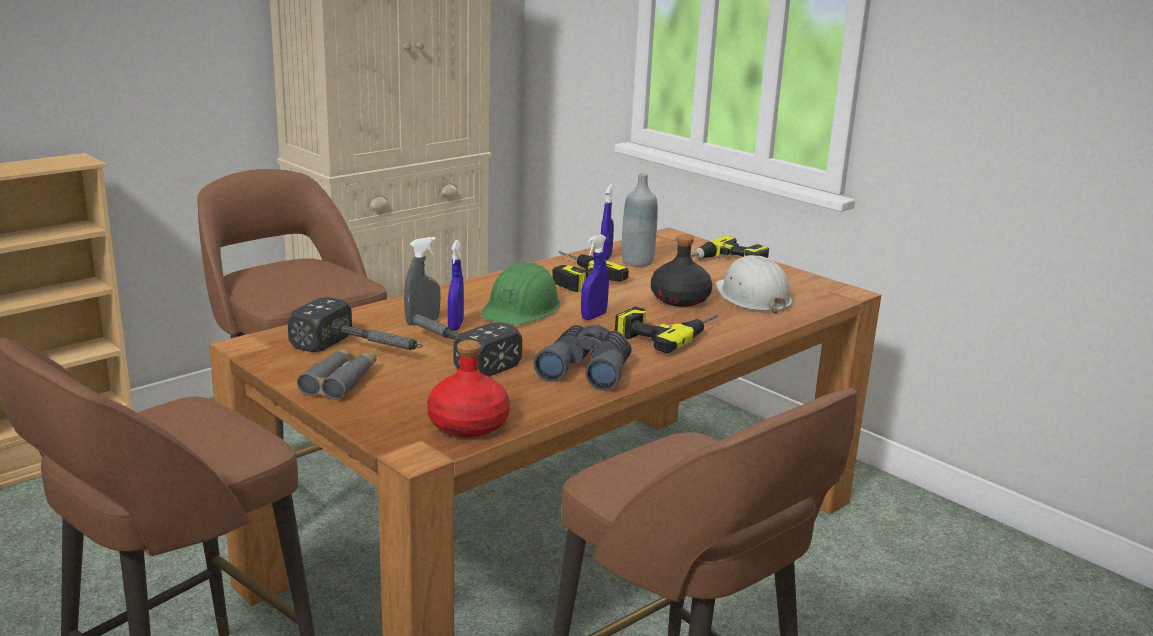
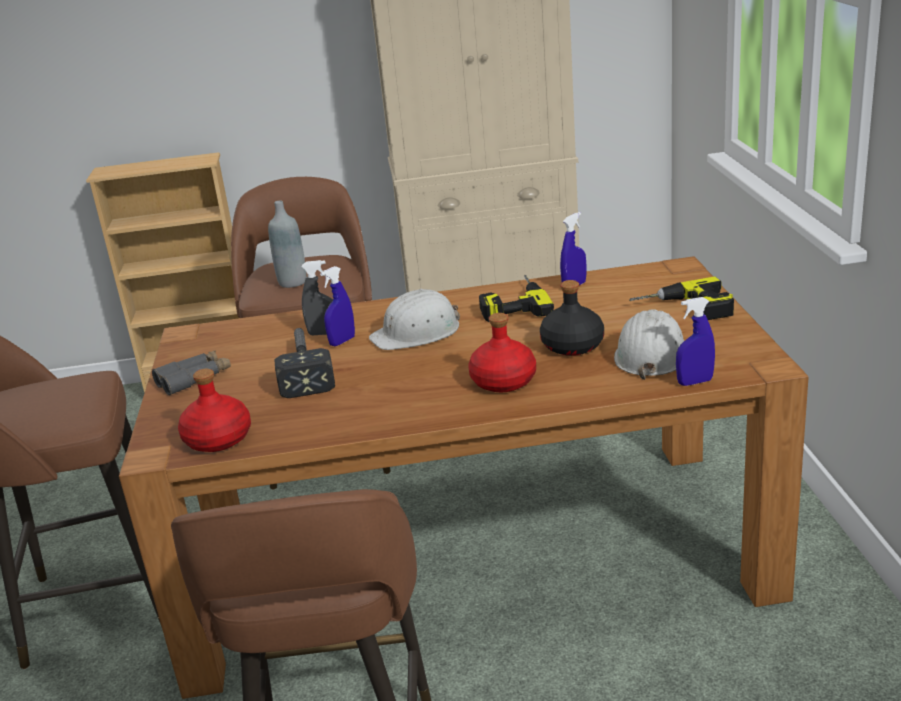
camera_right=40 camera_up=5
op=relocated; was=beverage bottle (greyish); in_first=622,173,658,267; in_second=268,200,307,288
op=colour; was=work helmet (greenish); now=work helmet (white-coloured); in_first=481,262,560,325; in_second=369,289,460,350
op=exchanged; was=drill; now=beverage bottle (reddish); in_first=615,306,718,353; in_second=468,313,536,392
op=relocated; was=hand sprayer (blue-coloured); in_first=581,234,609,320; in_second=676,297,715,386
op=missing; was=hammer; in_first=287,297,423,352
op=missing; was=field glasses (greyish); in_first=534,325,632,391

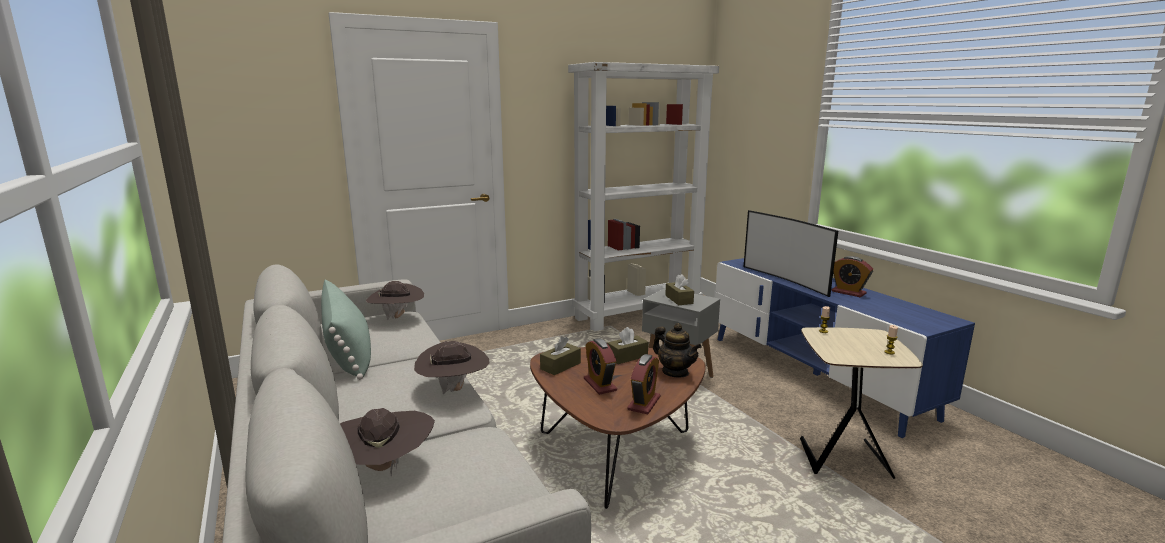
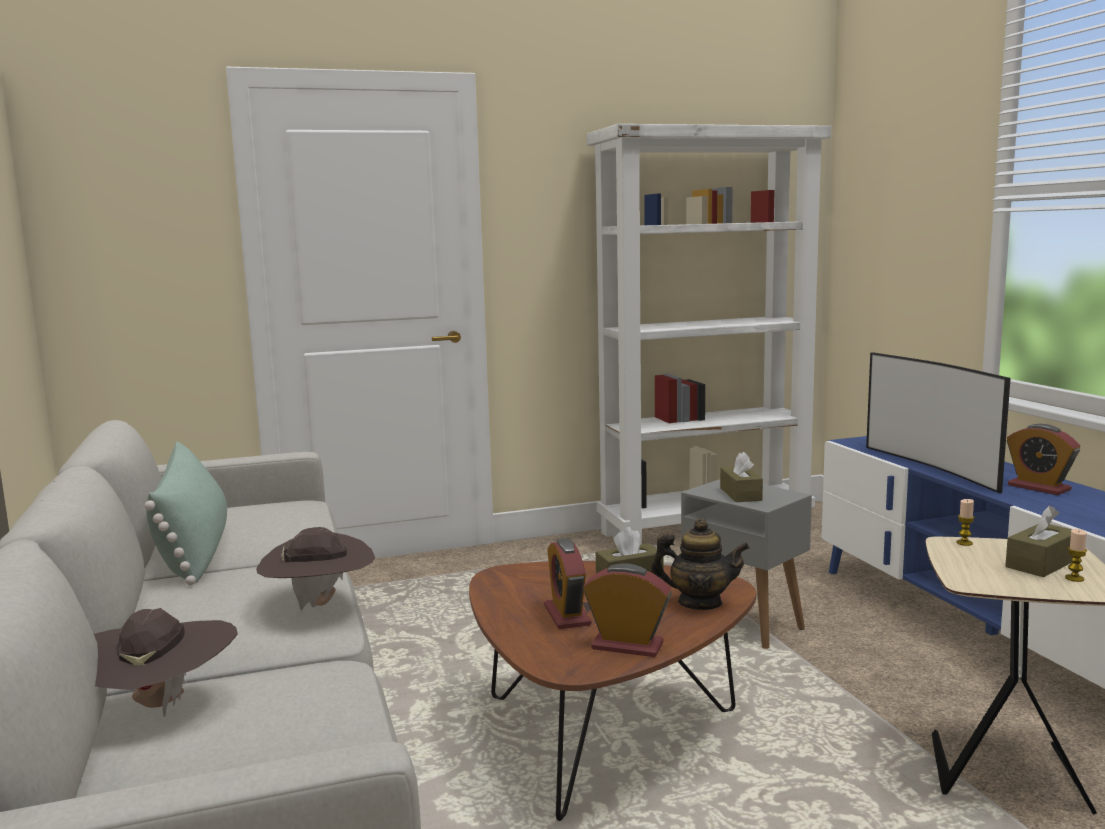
camera_right=10 camera_up=-5
op=spun; was=bedside clock; in_first=627,354,660,414; in_second=583,563,672,657; clockwise=-105
op=spun; was=pot for tea; in_first=653,323,702,377; in_second=650,518,750,610; clockwise=-45
op=relocated; was=tissue box (brown); in_first=540,336,581,375; in_second=1005,506,1073,577
op=missing; was=wearable hat (brown); in_first=366,281,424,320

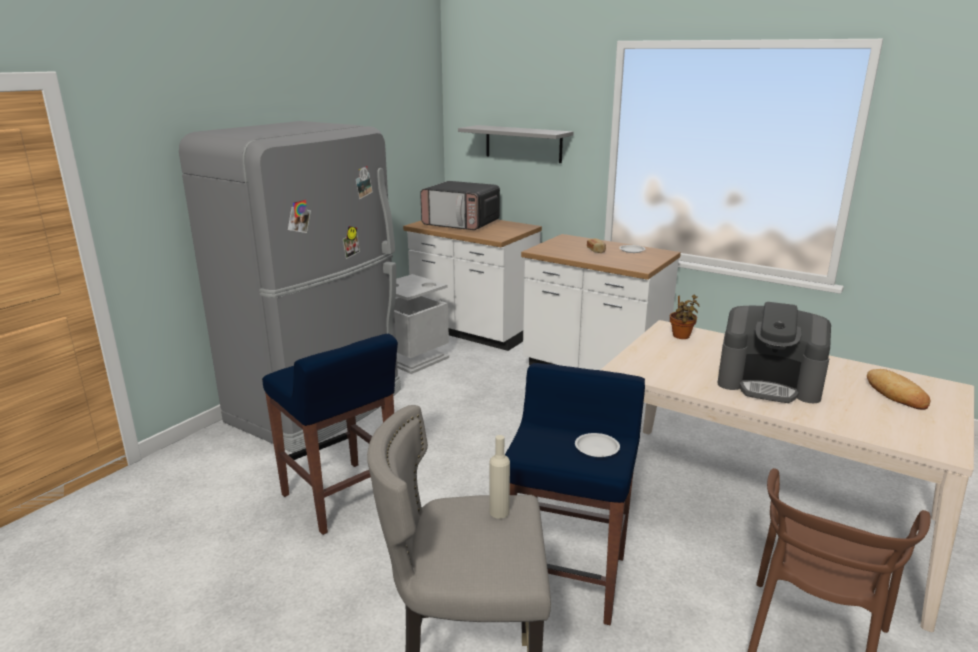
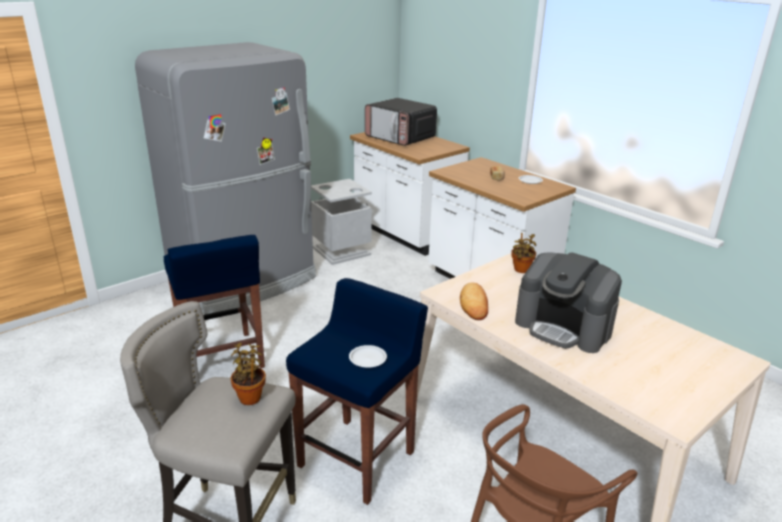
camera_right=15 camera_up=5
op=exchanged; was=beverage bottle (beige); now=houseplant; in_first=490,435,510,519; in_second=230,343,266,405
op=relocated; was=bakery bread; in_first=867,369,930,410; in_second=460,282,488,320
op=missing; was=bracket shelf (greyish); in_first=458,125,574,163

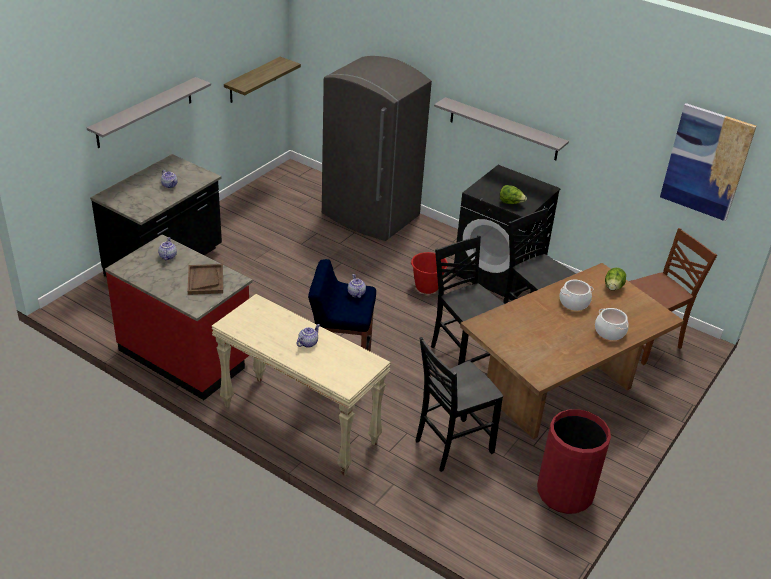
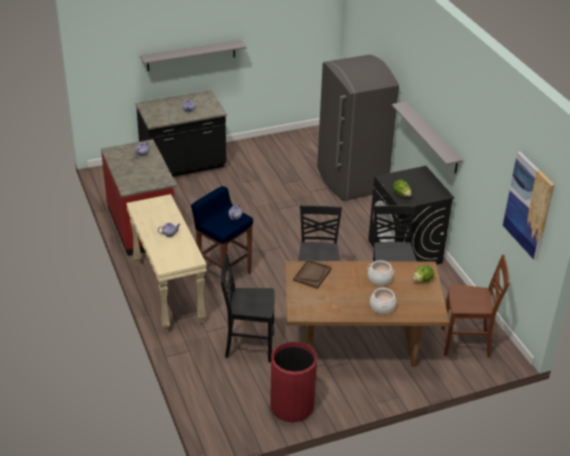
camera_right=35 camera_up=0
op=relocated; was=serving tray (brown); in_first=188,264,223,295; in_second=293,259,332,289
op=missing; was=bracket shelf; in_first=224,57,301,103
op=missing; was=pail (reddish); in_first=410,252,448,294

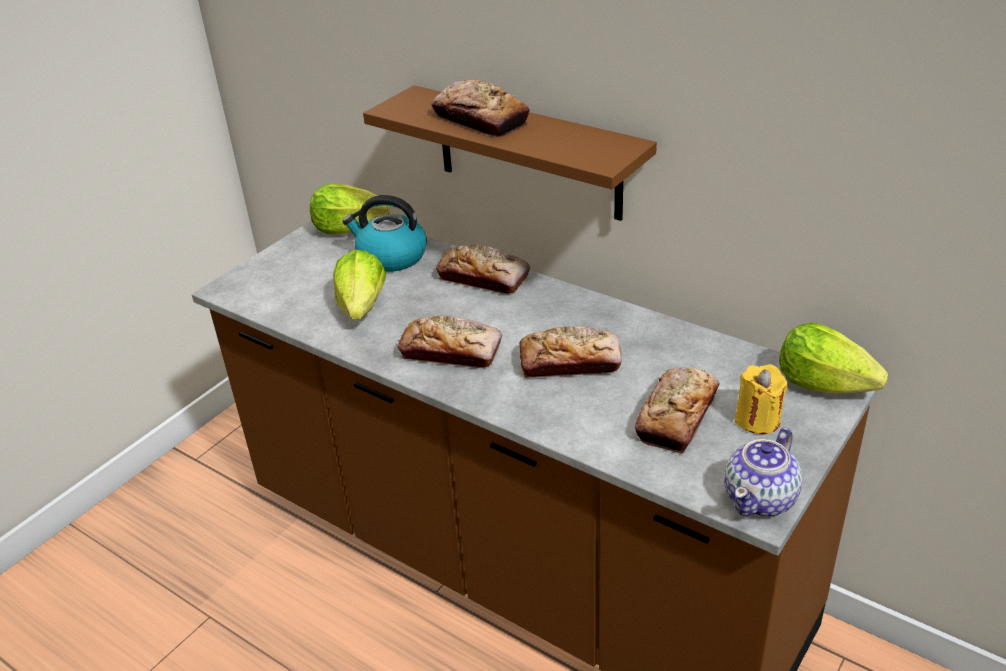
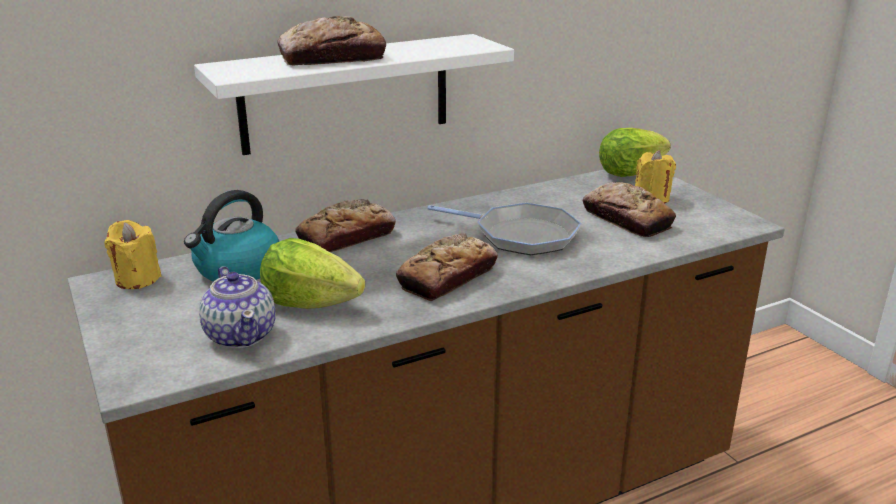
camera_right=-65 camera_up=-10
op=exchanged; was=head of lettuce; now=wax candle (yellow-coloured); in_first=310,184,390,234; in_second=104,220,161,289
op=colour; was=bracket shelf (brown); now=bracket shelf (white-coloured); in_first=363,85,657,221; in_second=194,34,514,155
op=relocated; was=pot for tea; in_first=724,428,802,517; in_second=199,266,276,349
op=exchanged; was=bakery bread; now=skillet; in_first=519,326,622,378; in_second=427,202,581,255

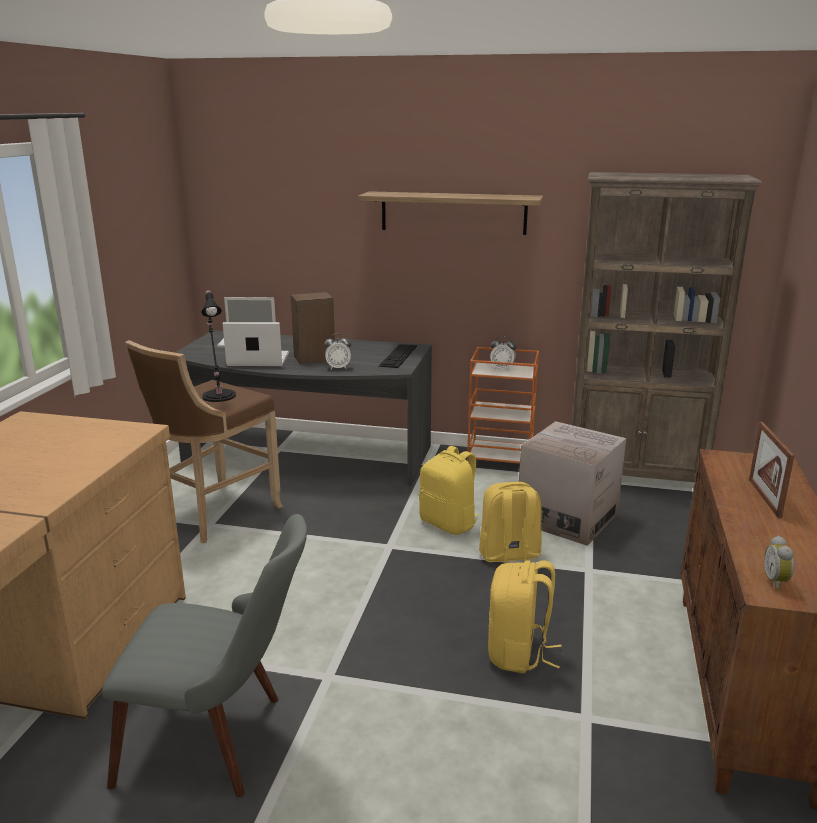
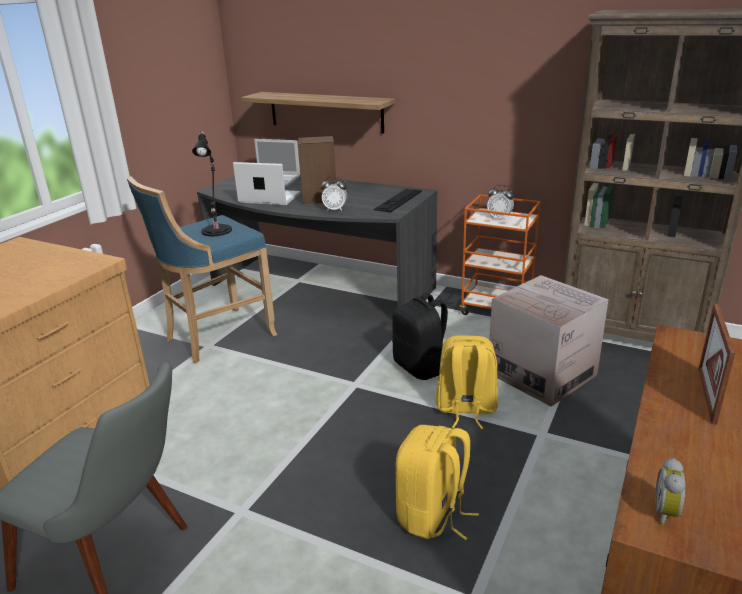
camera_right=15 camera_up=5
op=colour; was=stool (brown); now=stool (blue-coloured); in_first=125,340,283,543; in_second=127,176,277,363
op=relocated; was=bracket shelf; in_first=358,191,543,235; in_second=241,92,395,134
op=colour; was=backpack (yellow-coloured); now=backpack (black-coloured); in_first=419,446,479,535; in_second=392,293,448,380

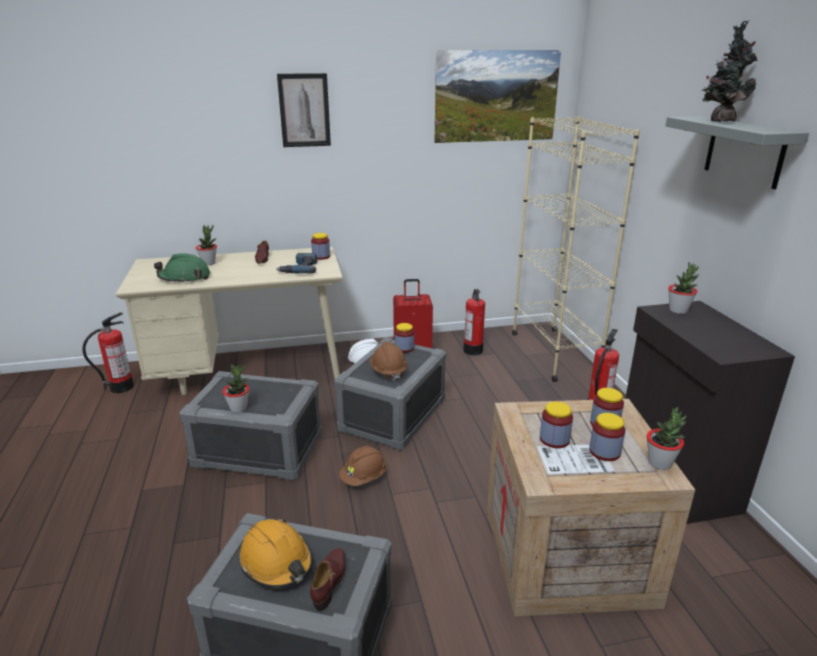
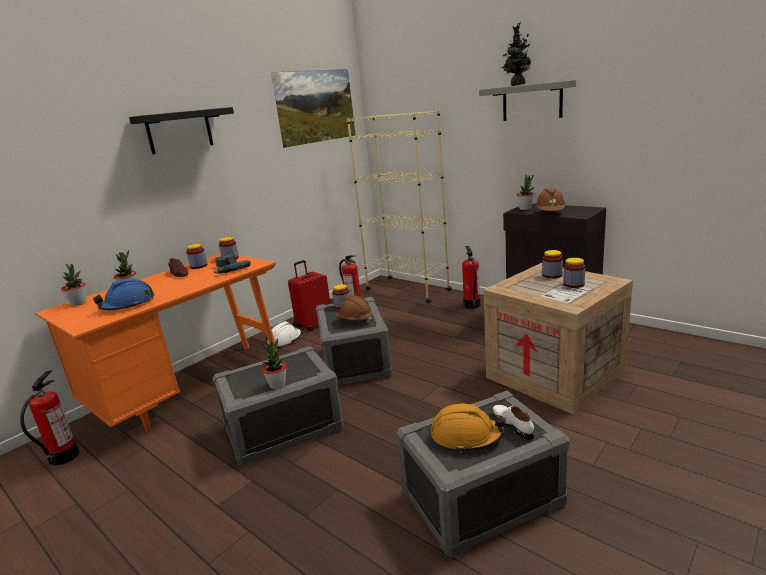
camera_right=-35 camera_up=-5
op=colour; was=desk table (beige); now=desk table (orangey); in_first=116,247,343,395; in_second=35,253,277,431
op=relocated; was=houseplant; in_first=646,407,687,470; in_second=61,264,87,306
op=colour; was=work helmet (greenish); now=work helmet (blue-coloured); in_first=154,253,210,283; in_second=93,279,155,310
op=exchanged; was=wall art; now=bracket shelf (black-coloured); in_first=277,73,331,147; in_second=129,107,234,154
op=relocated; was=storage jar; in_first=540,401,573,448; in_second=186,244,208,269
op=colour; was=low shoe (brown); now=low shoe (white-coloured); in_first=310,548,345,611; in_second=493,405,534,440
op=relocated; was=work helmet (brown); in_first=339,446,387,486; in_second=535,188,565,211

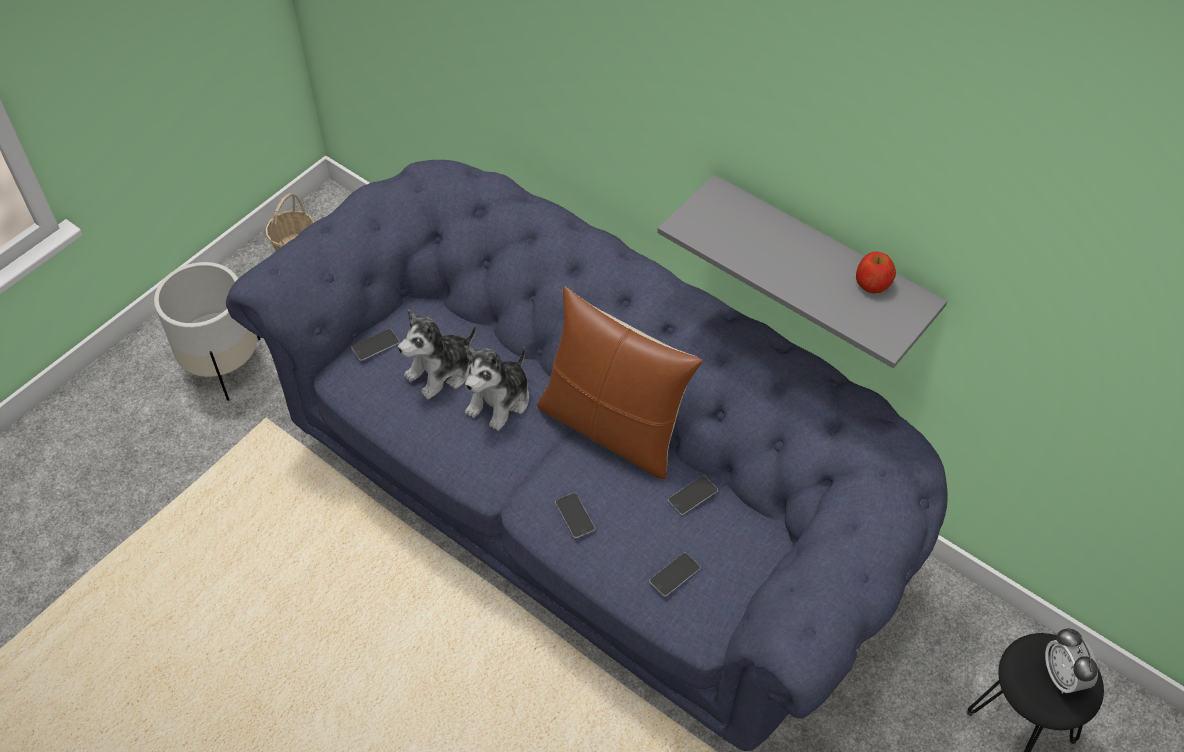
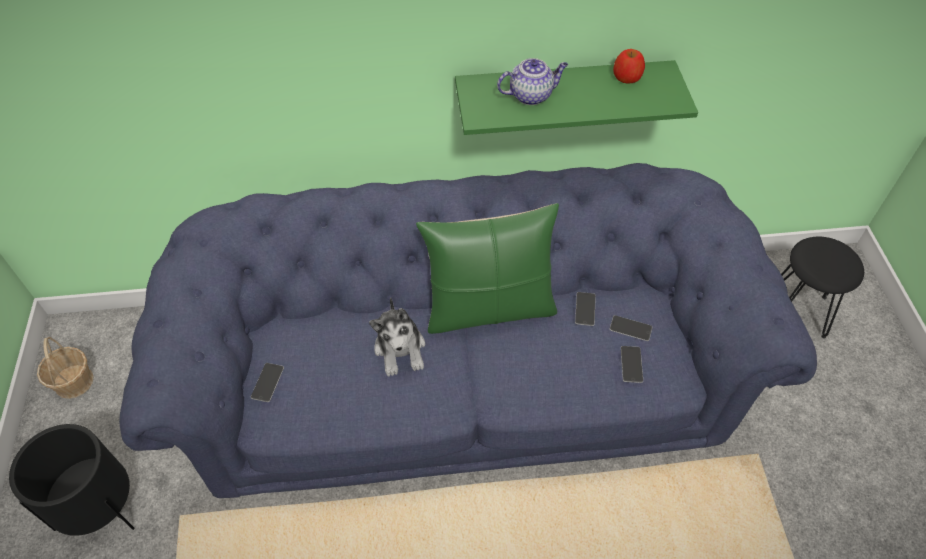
camera_right=-45 camera_up=0
op=colour; was=flower pot (white-coloured); now=flower pot (black-coloured); in_first=154,262,260,401; in_second=9,424,135,536
op=colour; was=throw pillow (brown); now=throw pillow (greenish); in_first=537,286,702,479; in_second=416,203,559,334
op=colour; was=bracket shelf (greyish); now=bracket shelf (greenish); in_first=657,174,947,368; in_second=455,60,698,135
op=appeared; now=pot for tea; in_second=497,58,568,105
op=relocated; was=handset; in_first=555,493,595,538; in_second=610,315,652,341
op=missing; was=plush toy; in_first=398,310,476,399
op=missing; was=bedside clock; in_first=1045,628,1098,694

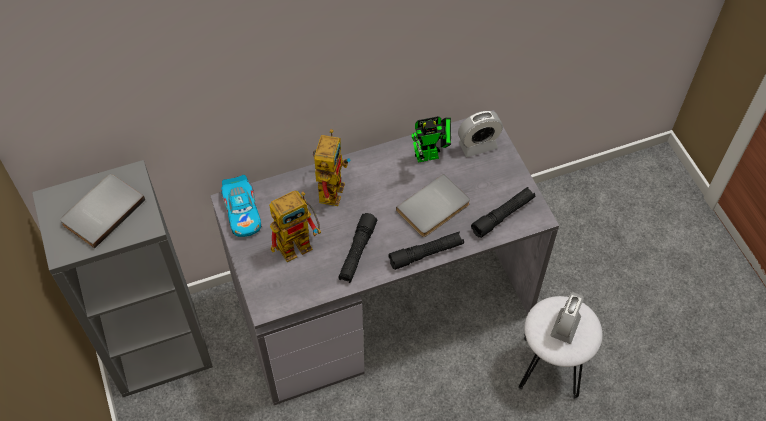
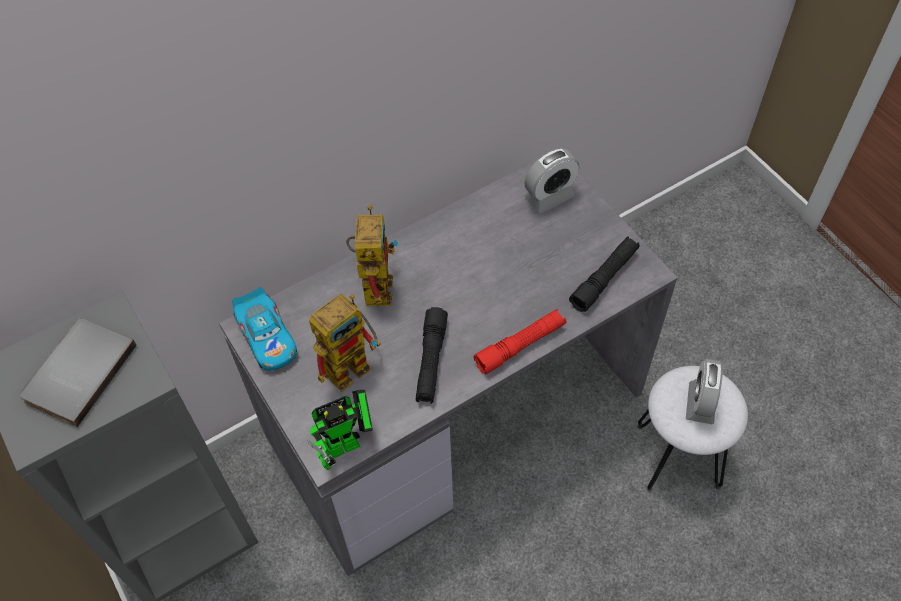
camera_right=-10 camera_up=0
op=relocated; was=model robot; in_first=411,116,451,163; in_second=308,390,373,470
op=colour; was=torch (black-coloured); now=torch (reddish); in_first=388,232,464,270; in_second=474,309,567,375
op=missing; was=book (greyish); in_first=396,174,470,237

